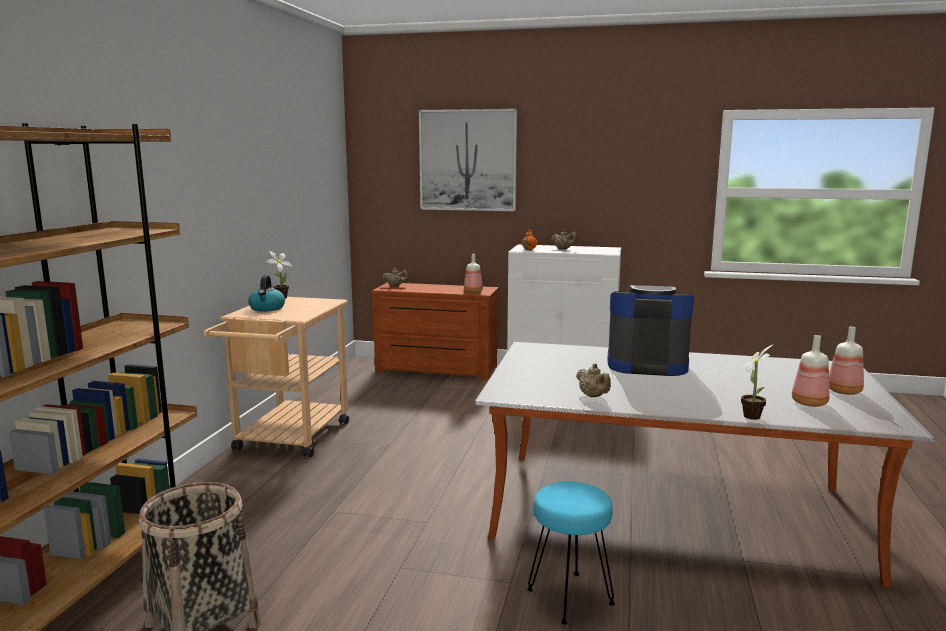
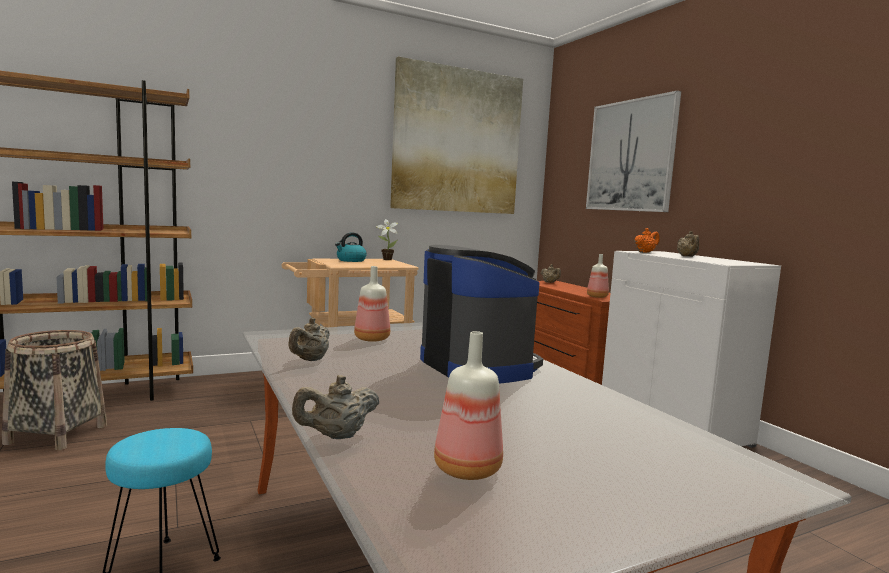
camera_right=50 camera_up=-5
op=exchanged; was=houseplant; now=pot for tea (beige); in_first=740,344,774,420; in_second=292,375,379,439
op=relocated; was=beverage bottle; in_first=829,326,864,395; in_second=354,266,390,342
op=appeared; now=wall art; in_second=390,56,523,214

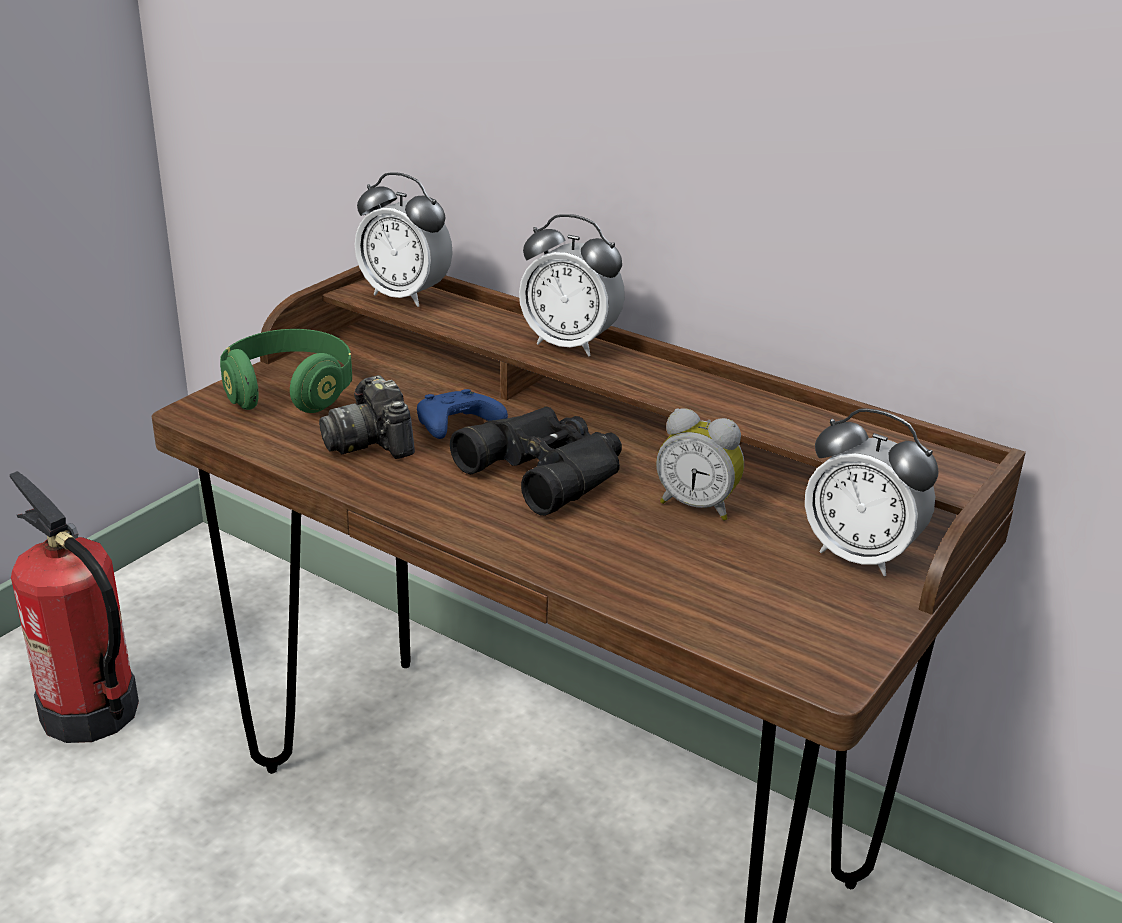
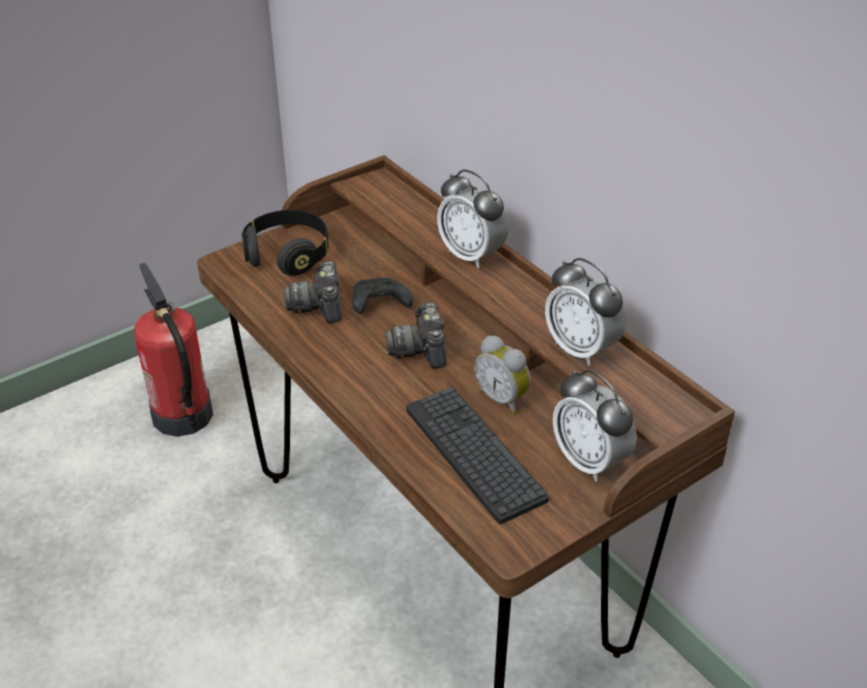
camera_right=20 camera_up=10
op=colour; was=pair of headphones (greenish); now=pair of headphones (black-coloured); in_first=220,329,352,413; in_second=242,210,328,276
op=colour; was=gamepad (blue-coloured); now=gamepad (black-coloured); in_first=417,389,508,439; in_second=352,278,413,314
op=exchanged; was=field glasses (black-coloured); now=still camera; in_first=450,406,622,516; in_second=385,302,447,368
op=appeared; now=PC keyboard; in_second=406,387,549,524
op=relocated; was=bedside clock; in_first=355,172,453,307; in_second=545,258,626,366

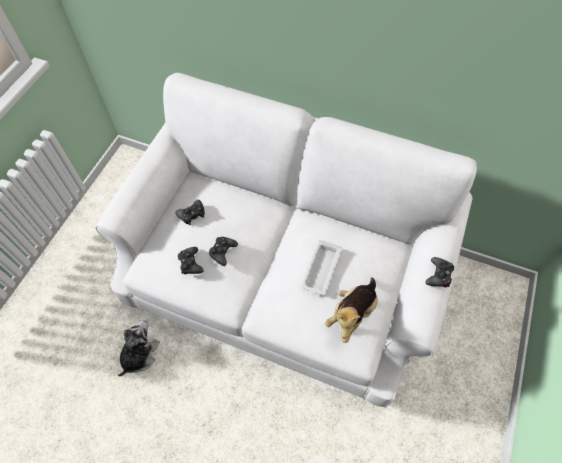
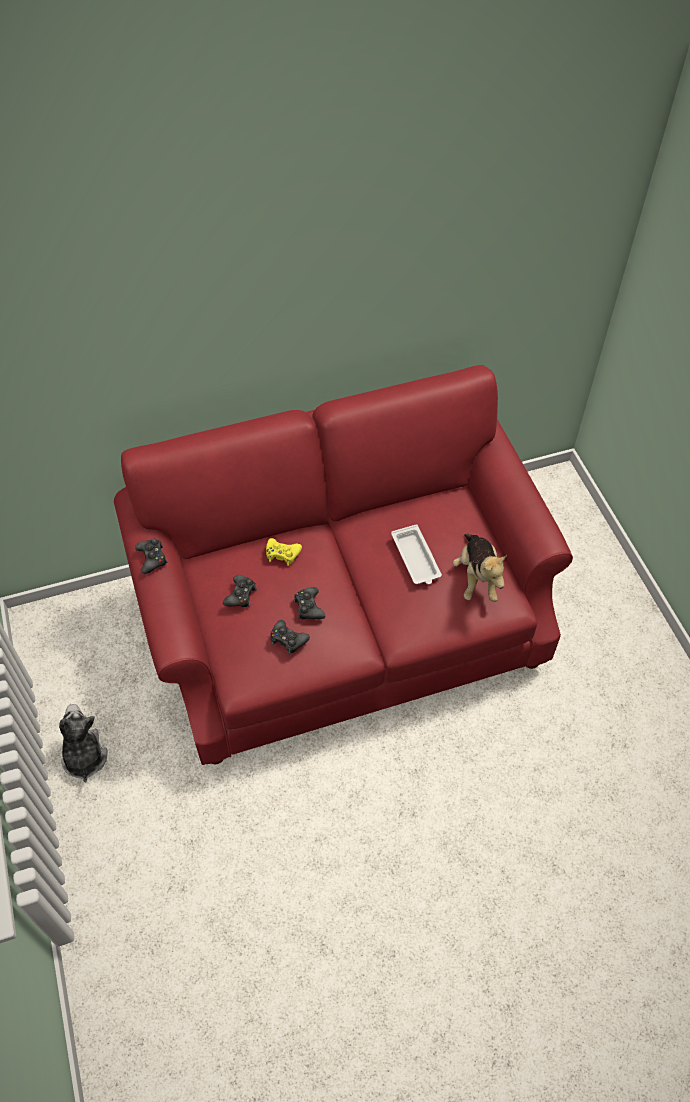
camera_right=-40 camera_up=-5
op=relocated; was=plush toy; in_first=118,321,160,377; in_second=59,704,108,782
op=colour; was=settee (white-coloured); now=settee (reddish); in_first=95,73,477,408; in_second=114,365,573,765
op=relocated; was=gamepad (black-coloured); in_first=425,257,454,287; in_second=135,539,168,574
op=appeared; now=gamepad (yellow-coloured); in_second=266,538,302,566

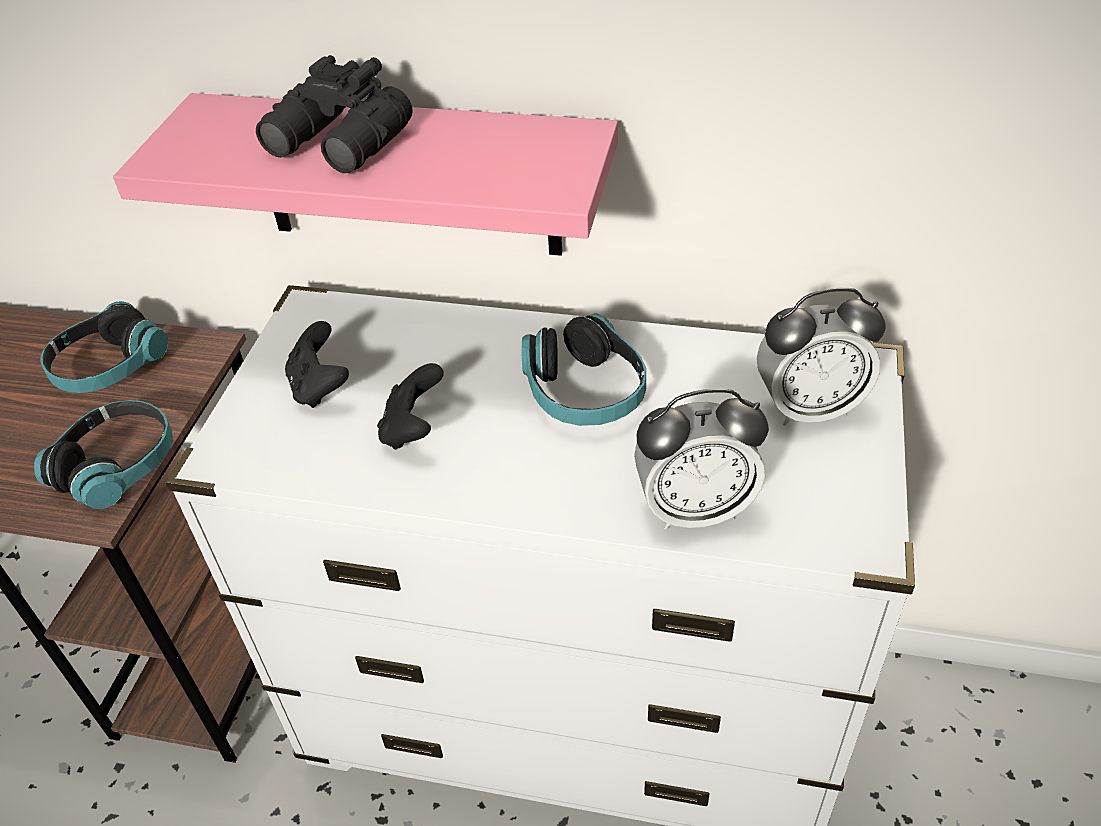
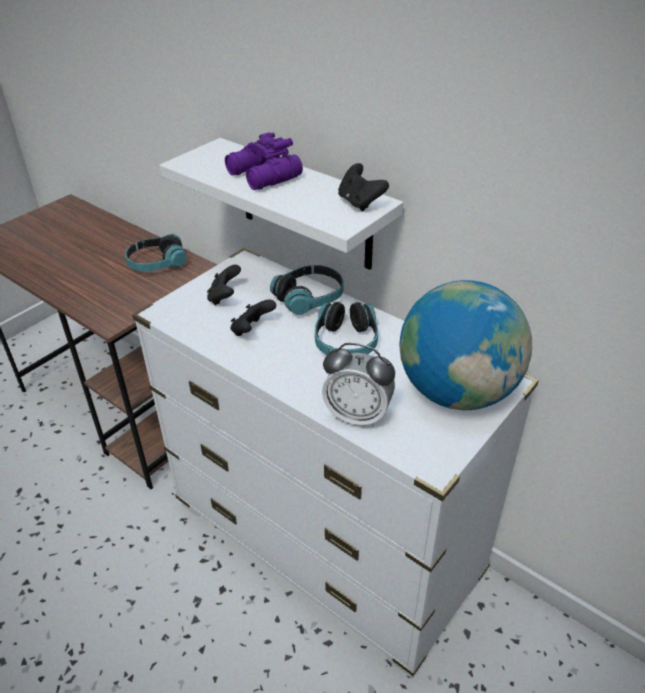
camera_right=25 camera_up=-5
op=colour; was=bracket shelf (pinkish); now=bracket shelf (white-coloured); in_first=113,93,618,256; in_second=159,138,403,270
op=colour; was=field glasses (black-coloured); now=field glasses (purple); in_first=256,55,413,173; in_second=225,132,303,190
op=relocated; was=pair of headphones; in_first=34,400,173,509; in_second=270,265,344,315
op=appeared; now=gamepad (black-coloured); in_second=338,163,389,211
op=exchanged; was=bedside clock; now=desk globe; in_first=757,288,885,426; in_second=399,280,532,410

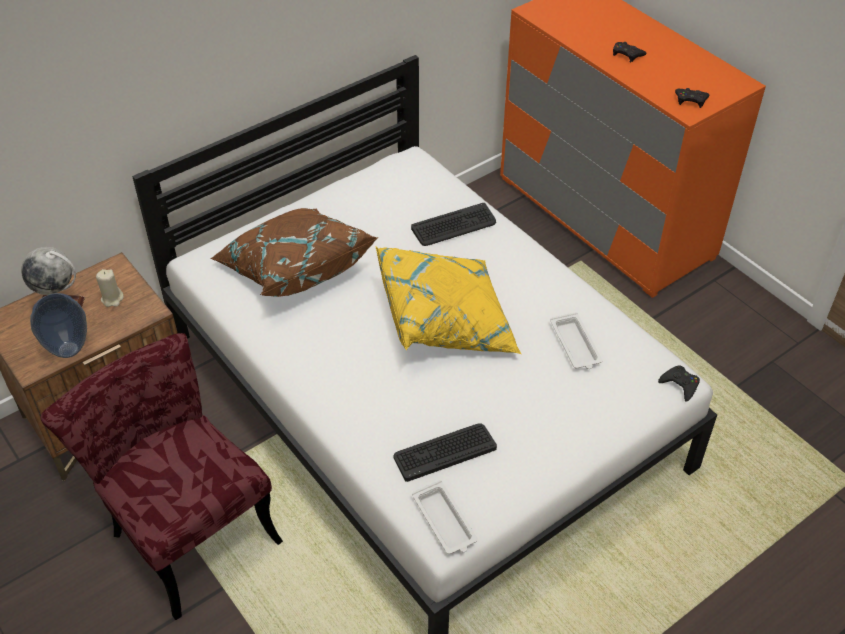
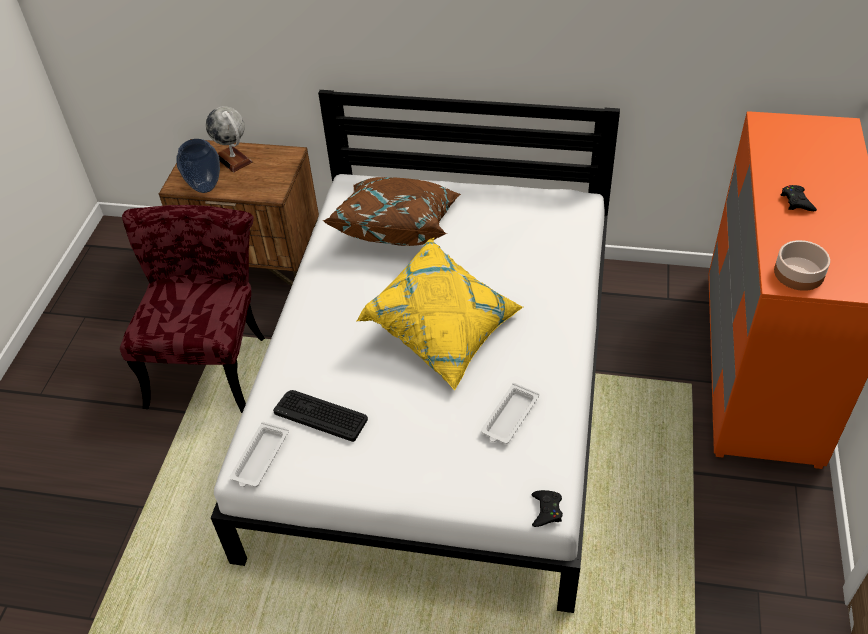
camera_right=50 camera_up=0
op=exchanged; was=gamepad (black-coloured); now=bowl; in_first=675,88,709,108; in_second=774,240,830,291
op=missing; was=wax candle (beige); in_first=96,269,123,307
op=missing; was=PC keyboard; in_first=411,203,496,246

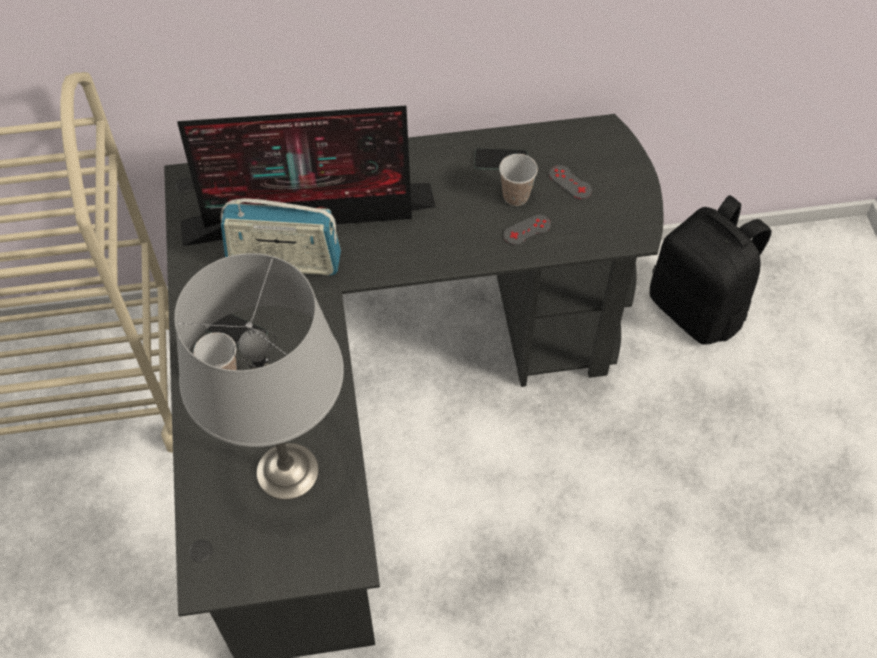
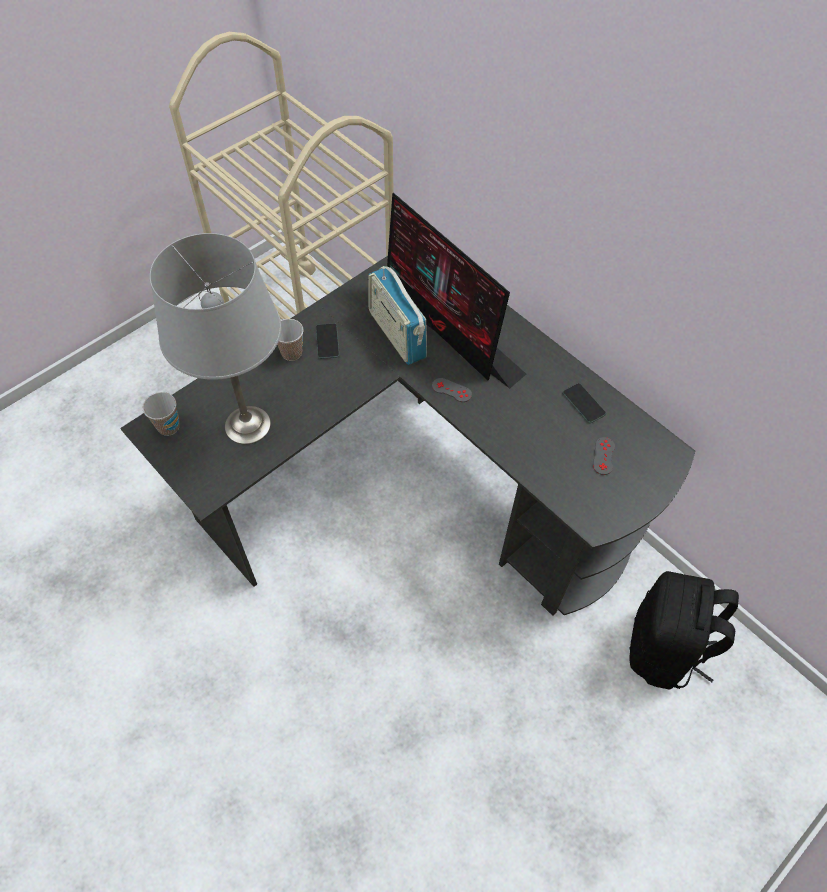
camera_right=55 camera_up=0
op=relocated; was=cup; in_first=499,154,538,206; in_second=143,392,180,436
op=relocated; was=gamepad (greyish); in_first=504,215,551,245; in_second=432,378,472,402

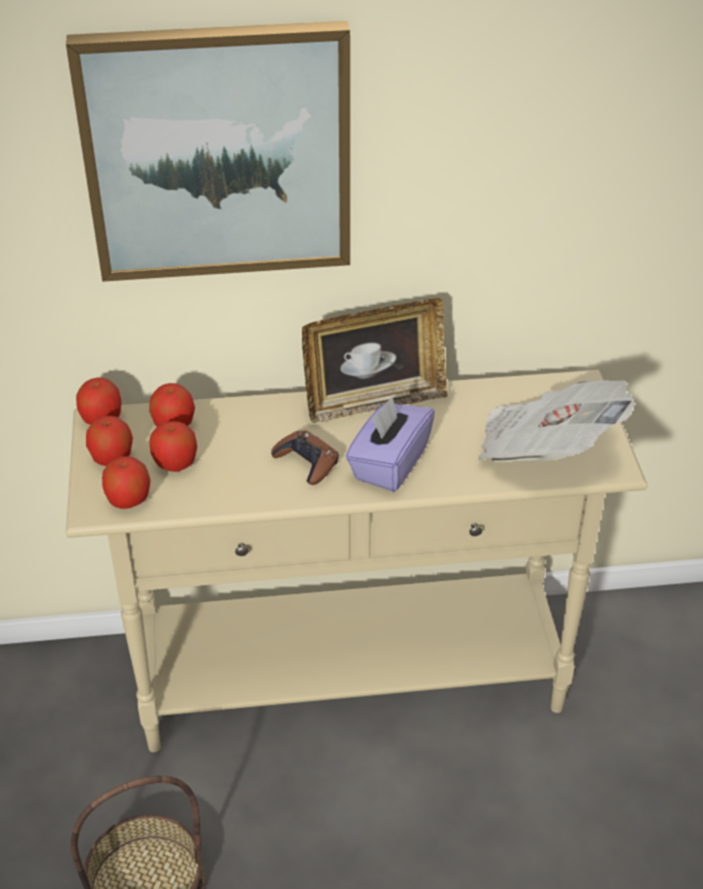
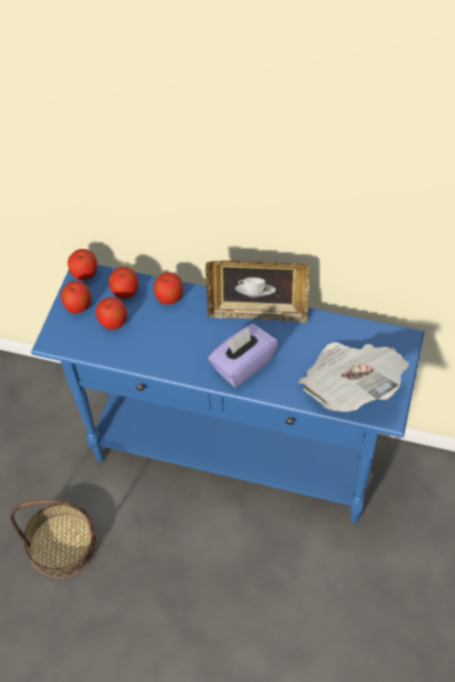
camera_right=25 camera_up=15
op=colour; was=hall table (beige); now=hall table (blue-coloured); in_first=66,370,648,752; in_second=31,265,424,523
op=relocated; was=apple fruit; in_first=102,456,151,509; in_second=154,272,183,305
op=missing; was=wall art; in_first=66,21,350,282
op=missing; was=gamepad (brown); in_first=271,430,339,485

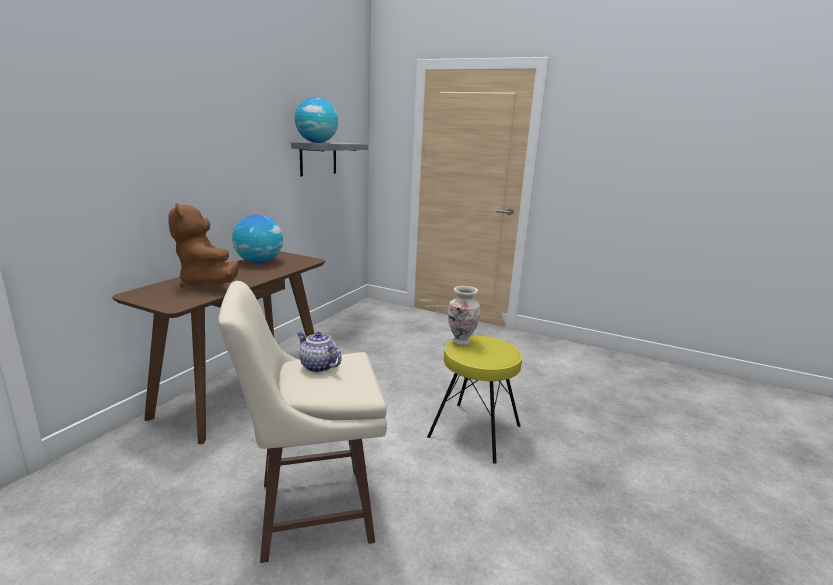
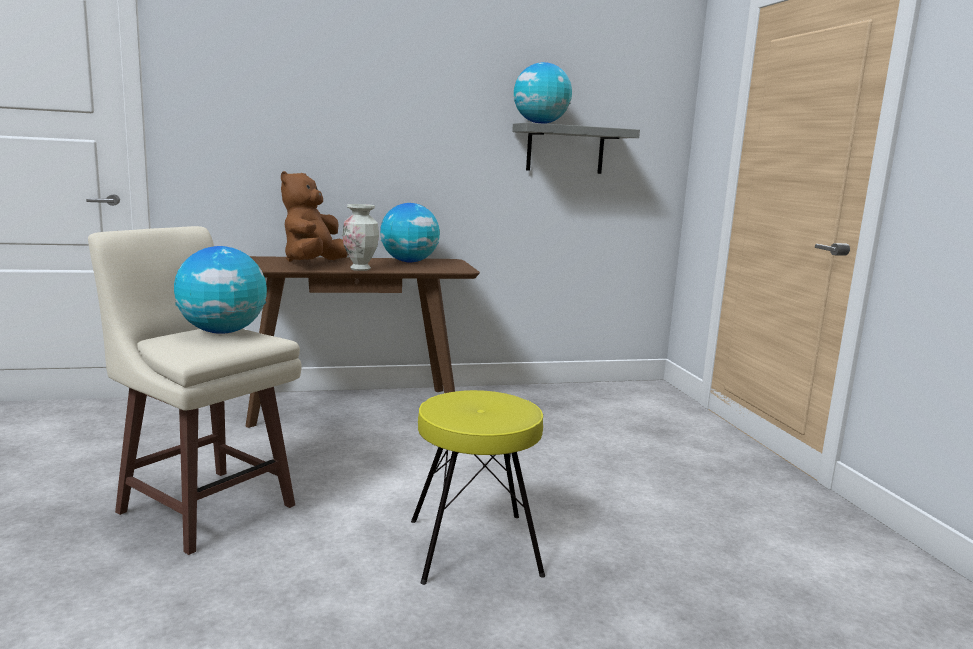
camera_right=50 camera_up=-5
op=exchanged; was=pot for tea; now=desk globe; in_first=297,332,342,372; in_second=174,246,267,334
op=relocated; was=flower vase; in_first=448,286,480,346; in_second=342,204,379,271

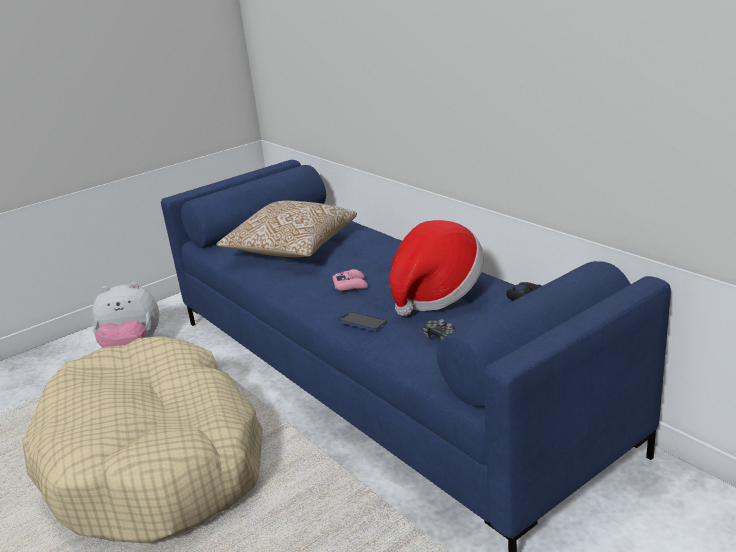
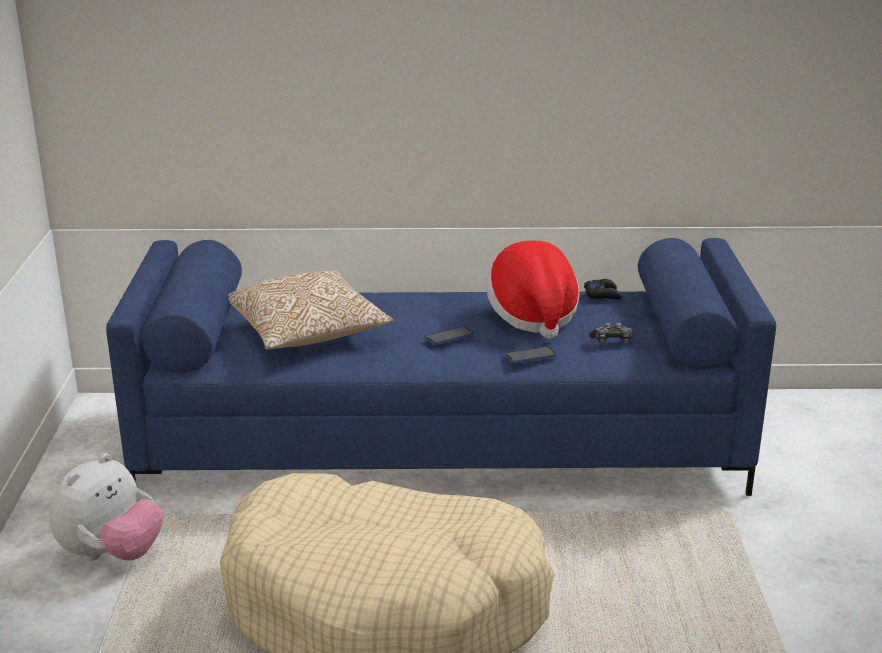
camera_right=-55 camera_up=0
op=exchanged; was=gamepad (pinkish); now=handset; in_first=333,269,368,291; in_second=424,326,474,345

